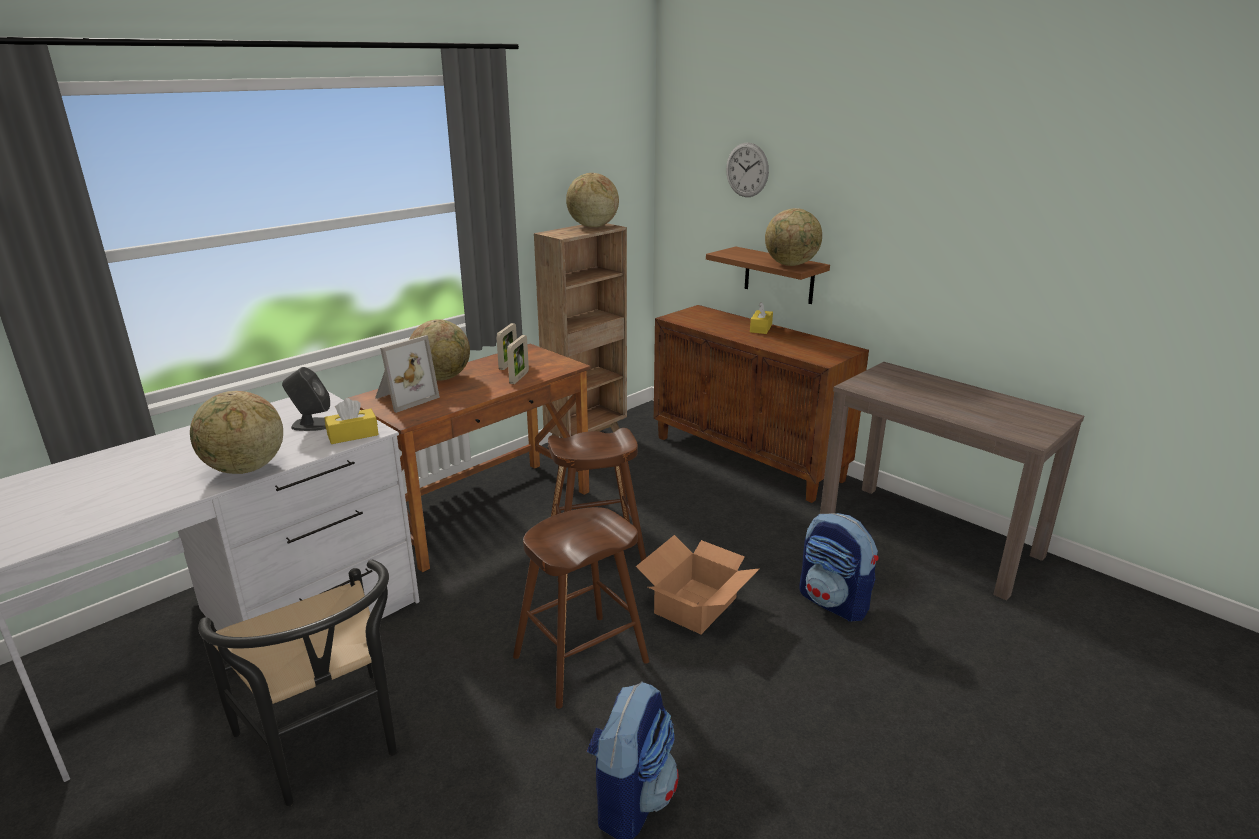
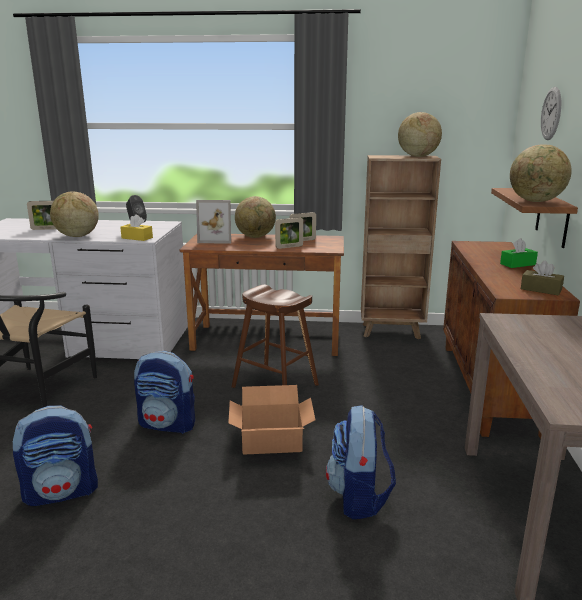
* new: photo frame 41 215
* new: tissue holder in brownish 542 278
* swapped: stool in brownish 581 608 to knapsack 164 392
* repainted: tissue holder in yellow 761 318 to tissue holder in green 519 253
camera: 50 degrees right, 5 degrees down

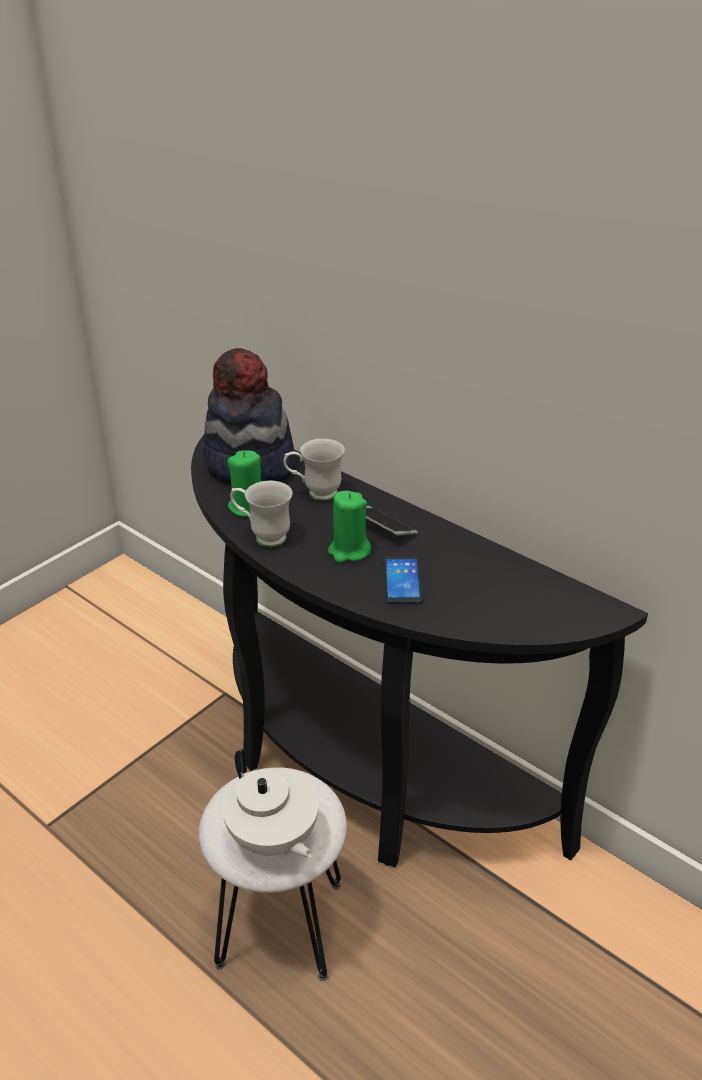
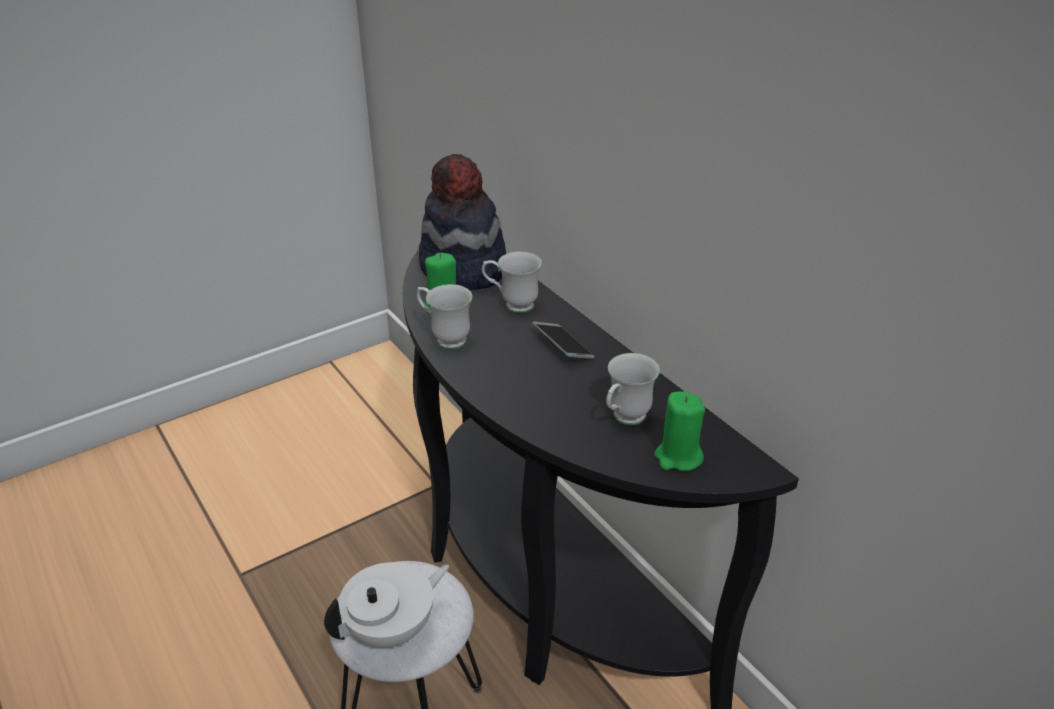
* gone: handset 403 580
* new: coffee mug in white-coloured 633 389
* shifted: wax candle in green 349 527 to 679 431
* rotated: tea pot in white-coloured 271 803 = 386 604 105 degrees counterclockwise
camera: 15 degrees right, 0 degrees up

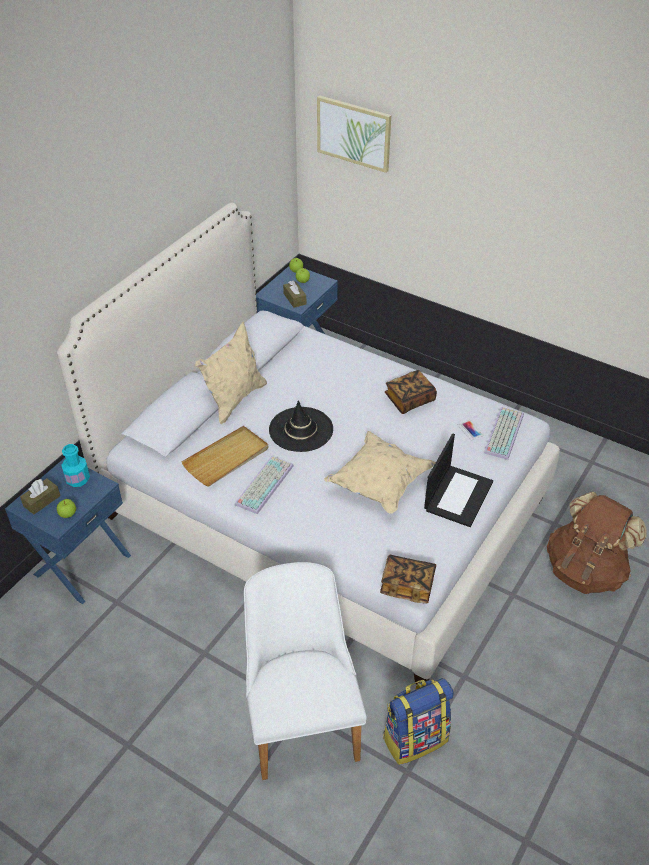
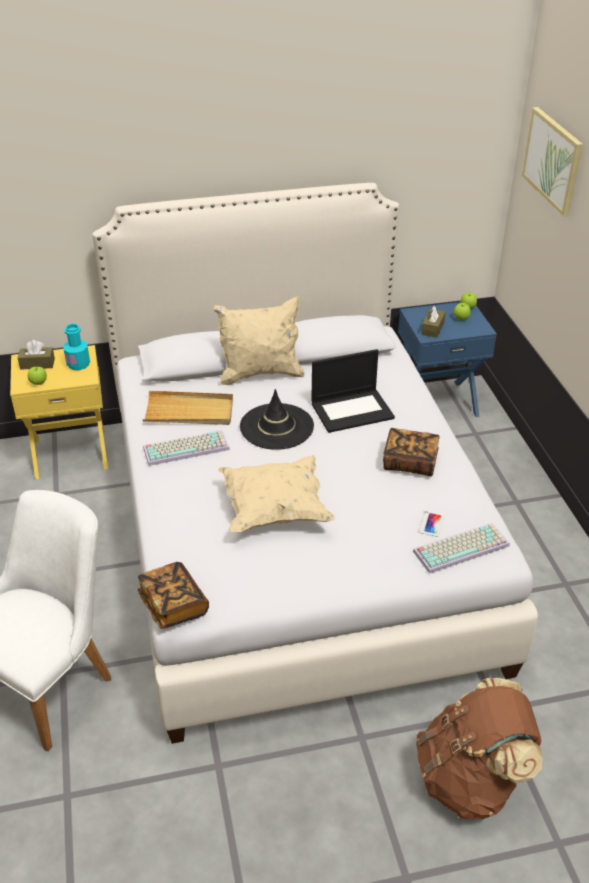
* gone: knapsack 418 721
* shifted: notebook computer 458 480 to 353 391
* repainted: night table in blue-coloured 68 531 to night table in yellow 59 412
camera: 45 degrees right, 5 degrees down

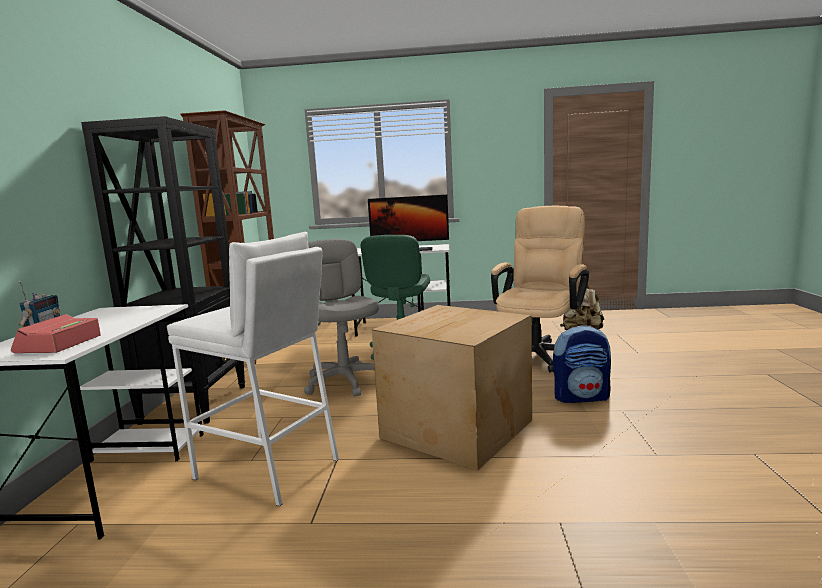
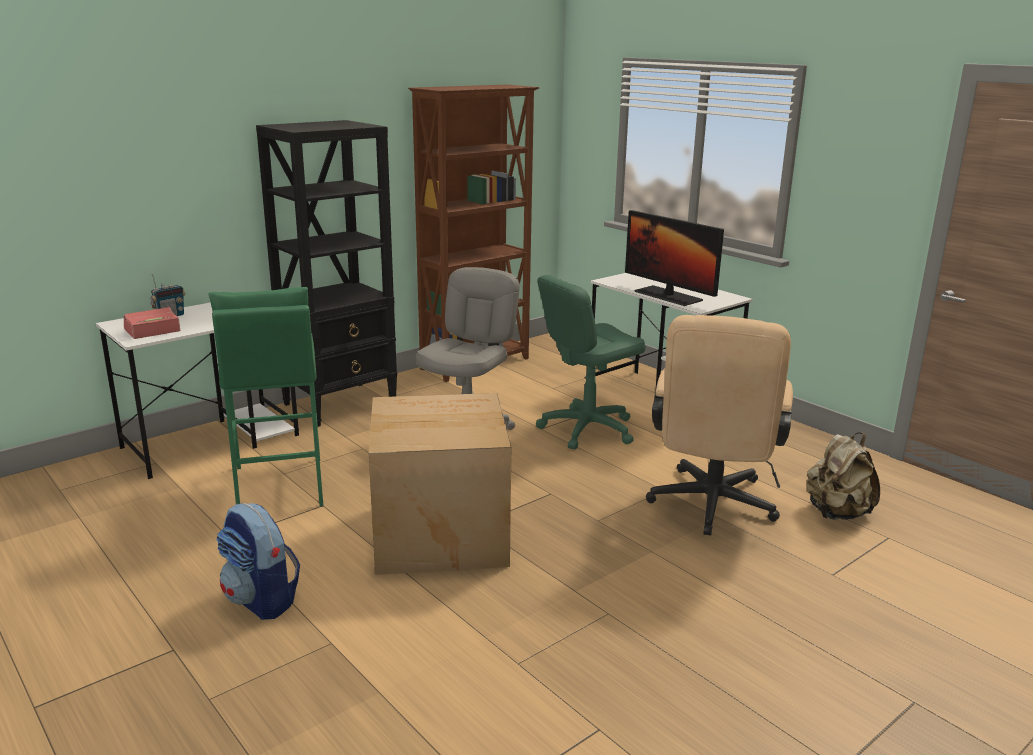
* shifted: knapsack 582 364 to 258 561
* repainted: stool in white-coloured 253 369 to stool in green 266 397
* rotated: computer chair in beige 540 289 = 719 425 120 degrees clockwise
camera: 45 degrees right, 10 degrees up

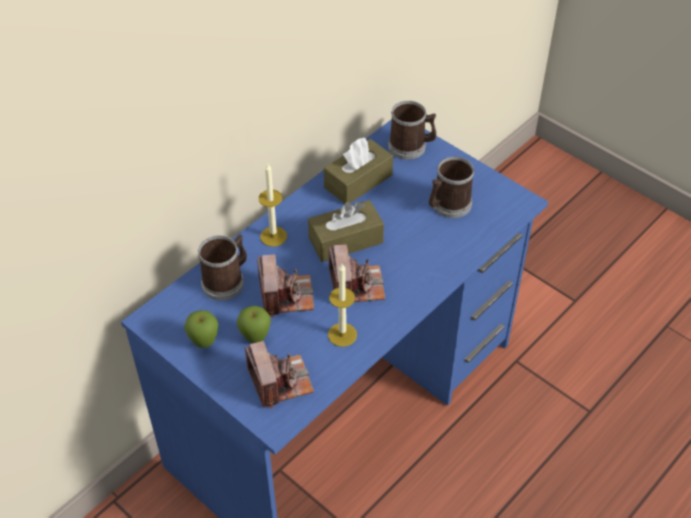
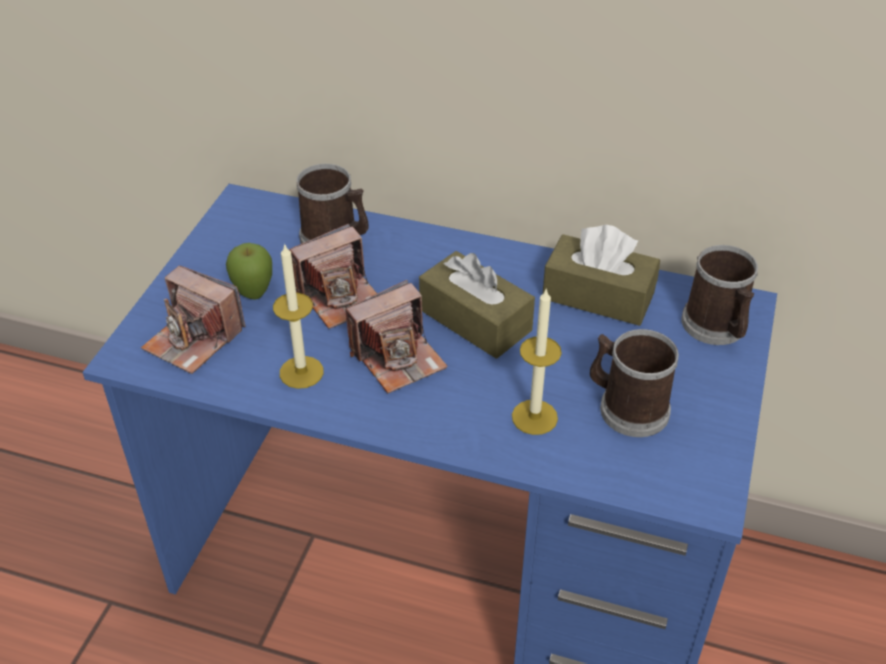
* gone: apple 201 329
* shifted: wax candle 273 205 to 537 361
* rotated: photo camera 279 374 = 193 320 75 degrees clockwise
camera: 65 degrees right, 5 degrees down

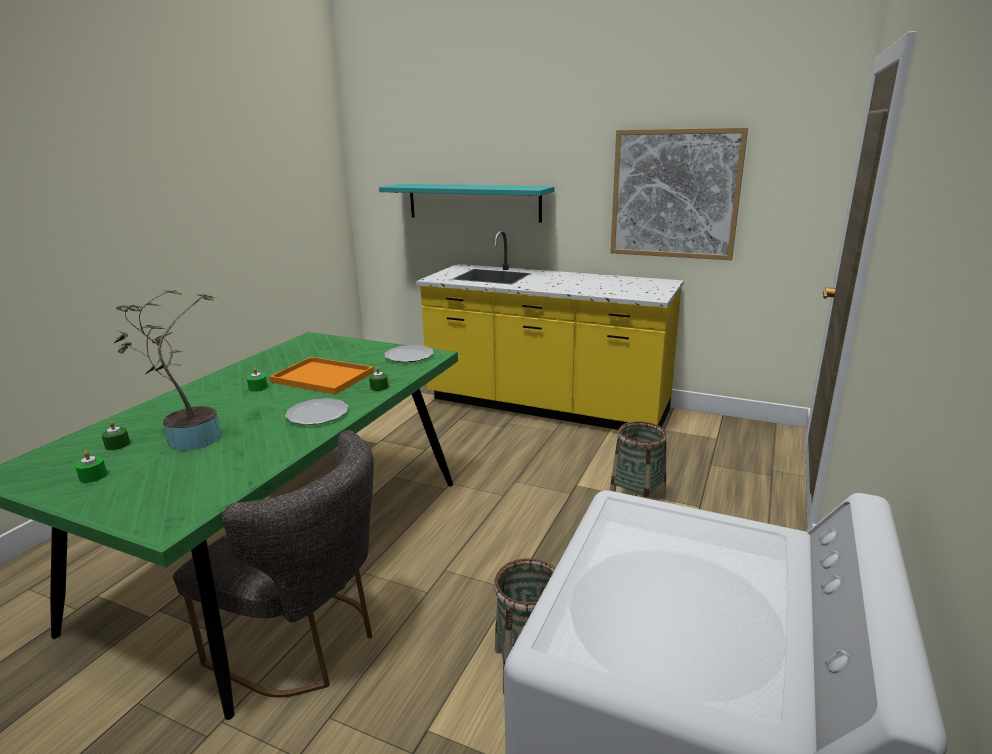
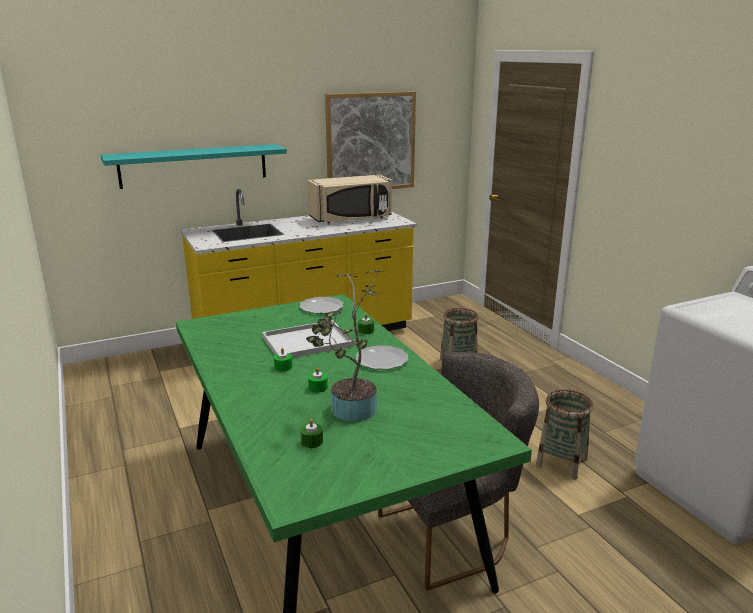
* new: microwave in beige 350 199
* shifted: wax candle in green 91 467 to 318 380
* repainted: serving tray in orangey 321 376 to serving tray in white-coloured 307 339
camera: 50 degrees left, 0 degrees up

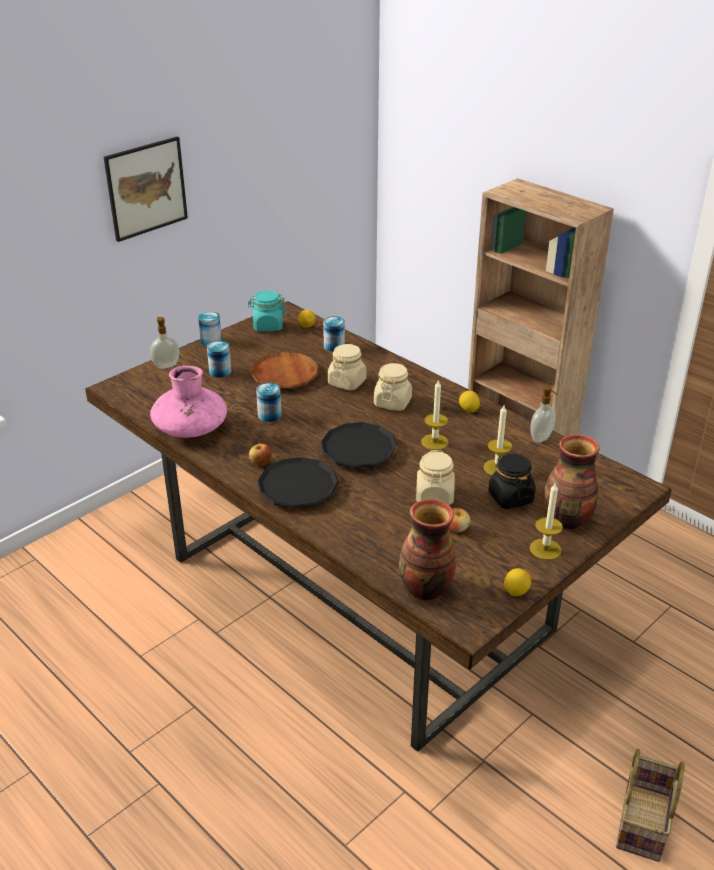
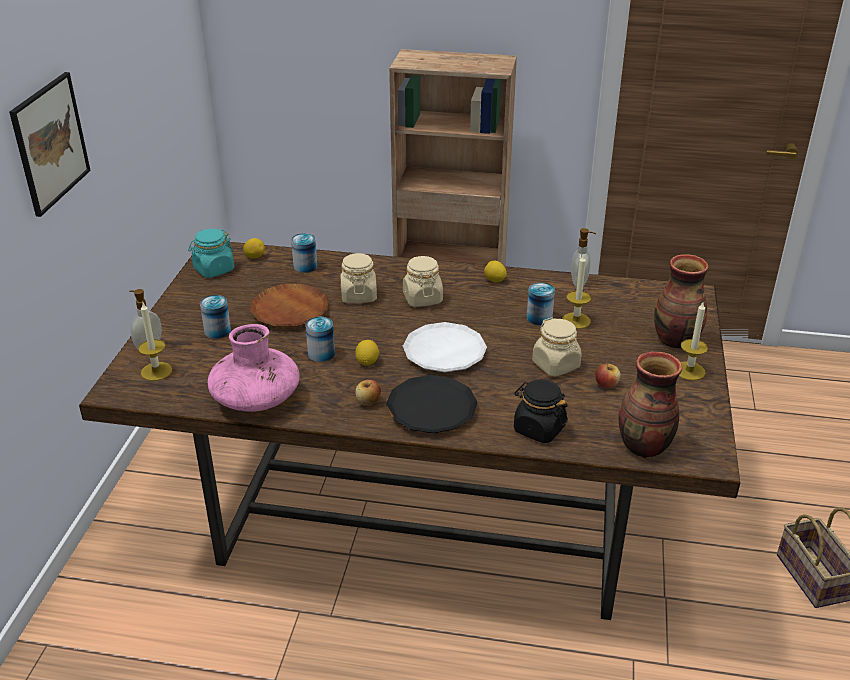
* shifted: metal can 210 329 to 541 304
* shifted: wax candle 435 414 to 155 342
* shifted: preserve jar in blackish 512 481 to 541 411
* shifted: lemon 517 582 to 367 353
* repainted: flat dish in blackish 359 445 to flat dish in white-coloured 445 347
camera: 35 degrees left, 0 degrees up

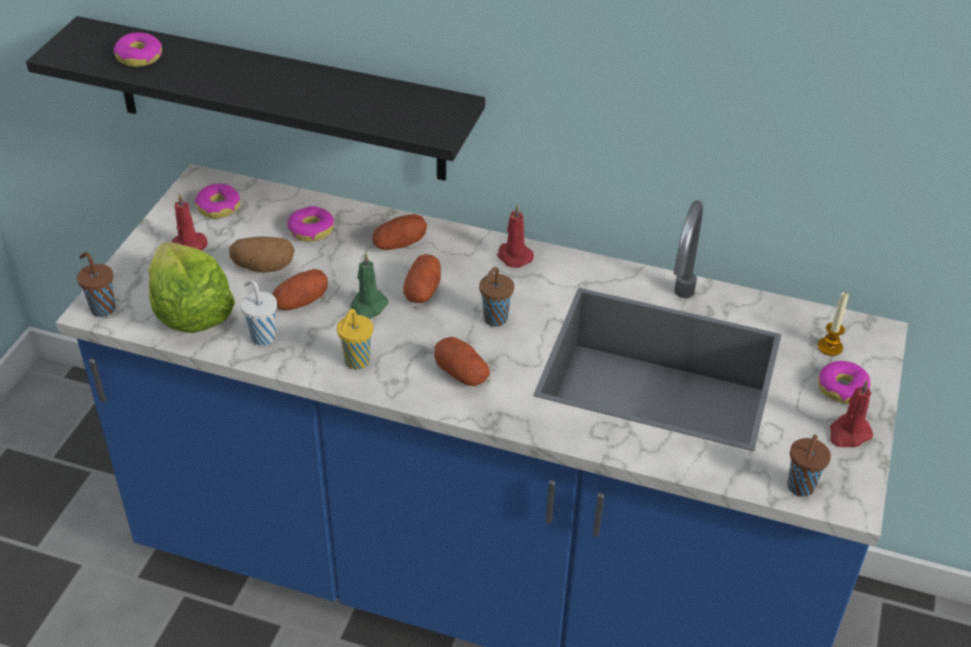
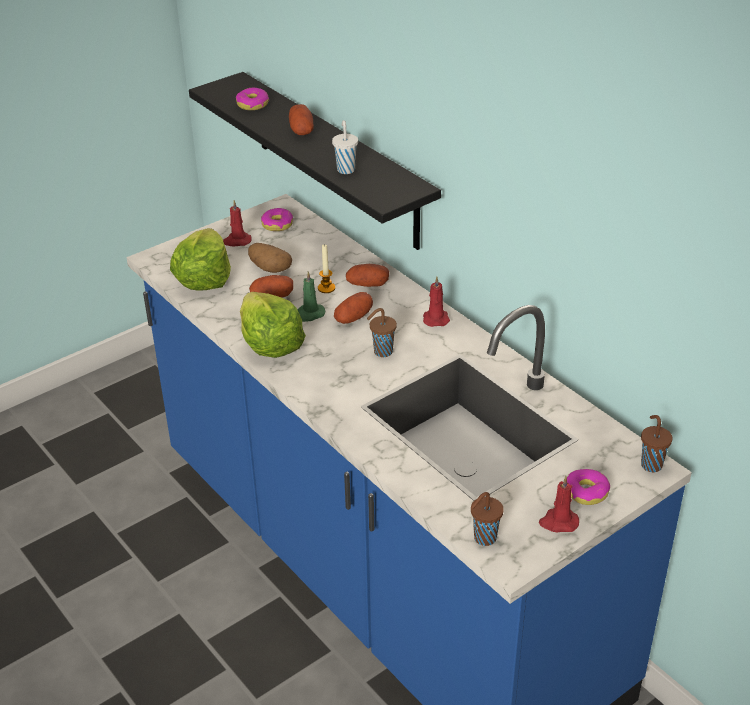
* gone: doughnut 310 224
* shifted: drinking cup in brownish 96 284 to 657 443
* shifted: drinking cup in white-coloured 259 313 to 345 147
* shifted: spud 462 361 to 301 119
* shifted: wax candle 833 324 to 326 268
* swapped: drinking cup in yellow 355 339 to lettuce head 273 325
camera: 35 degrees right, 5 degrees down

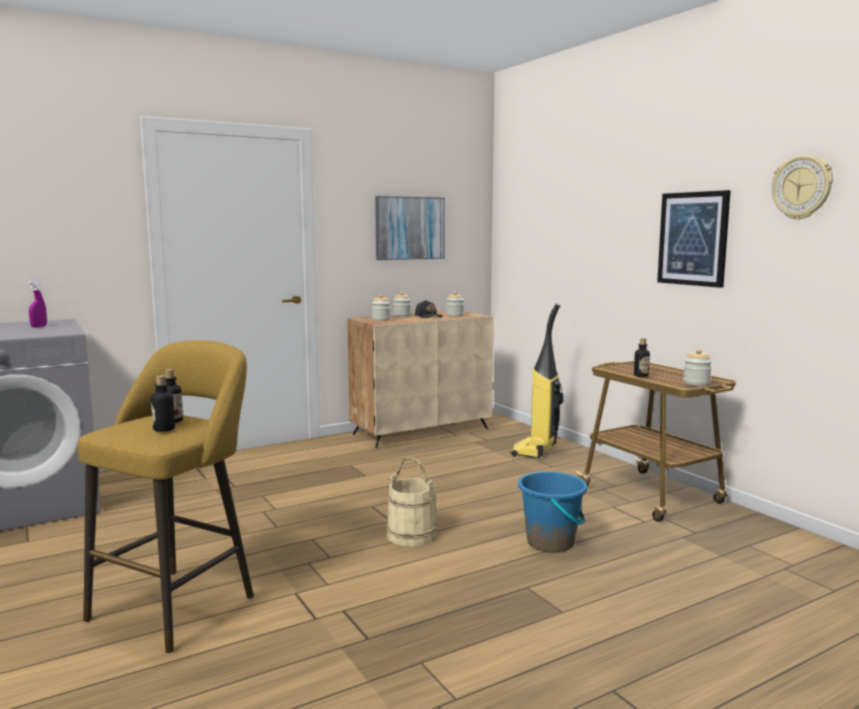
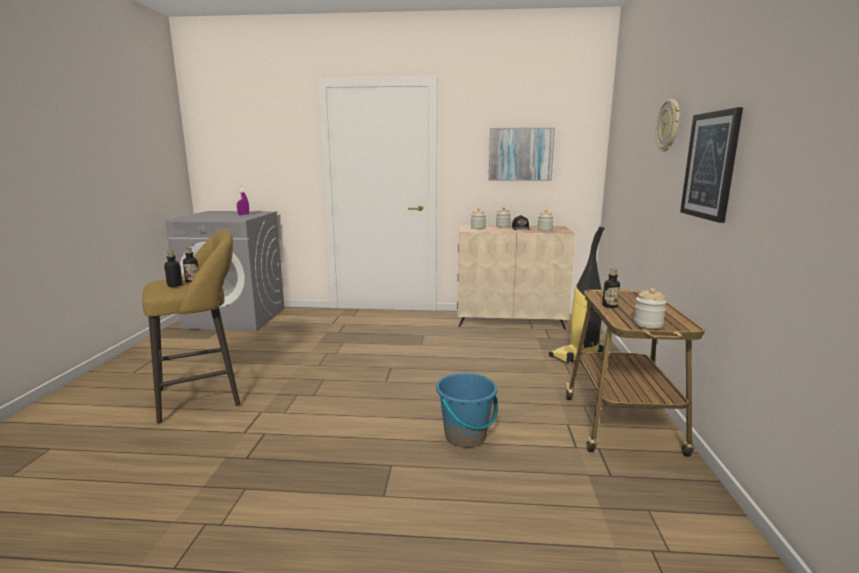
* gone: water bucket in beige 411 502
* shifted: clock on the wall 802 187 to 668 125
camera: 35 degrees right, 5 degrees up

